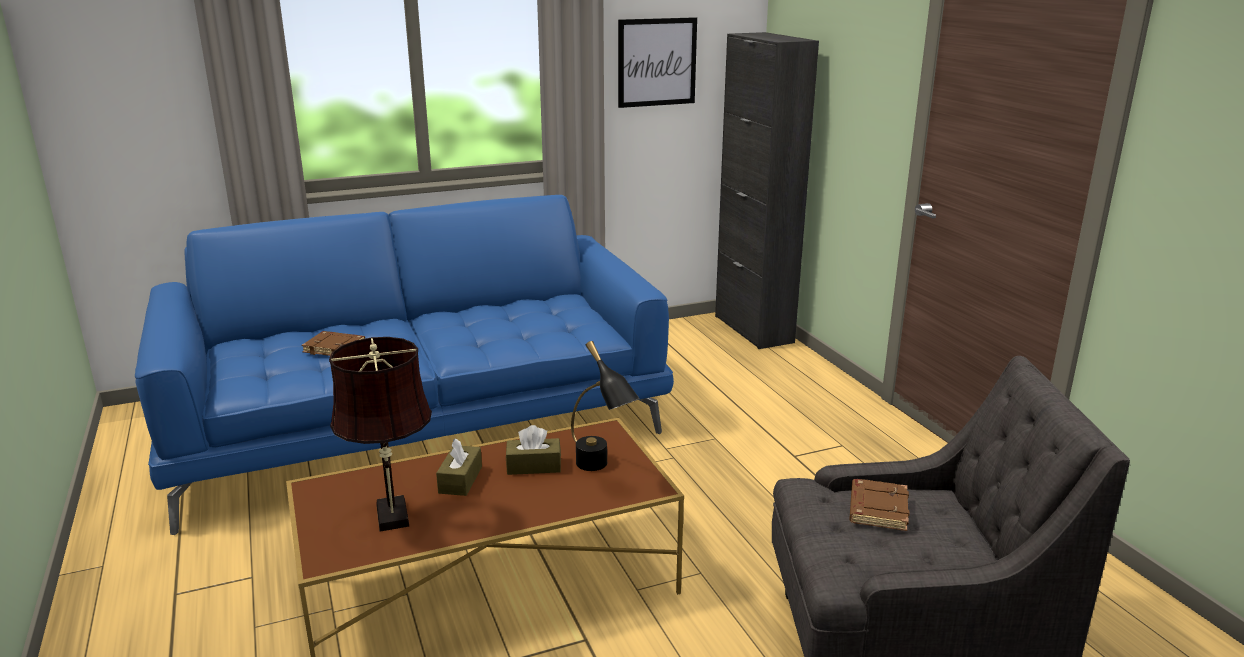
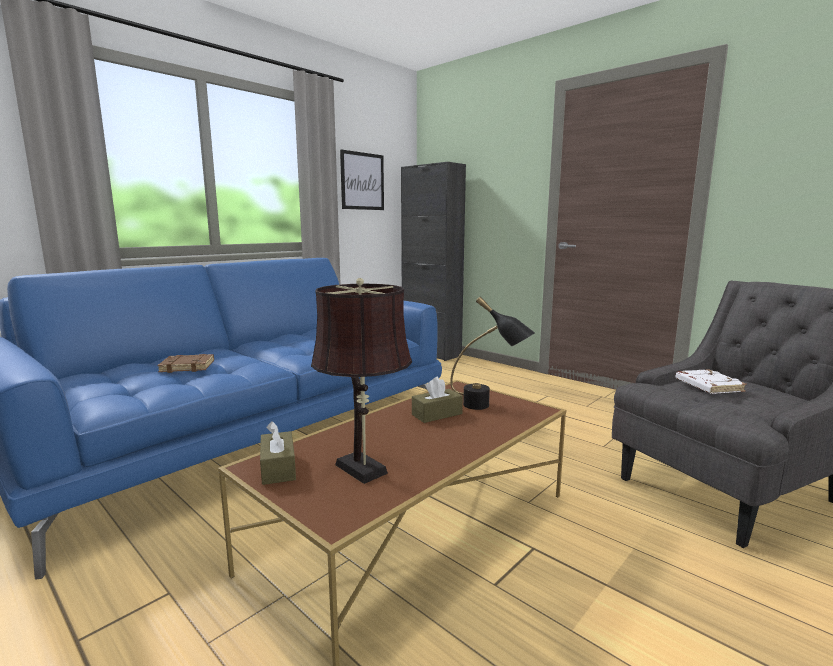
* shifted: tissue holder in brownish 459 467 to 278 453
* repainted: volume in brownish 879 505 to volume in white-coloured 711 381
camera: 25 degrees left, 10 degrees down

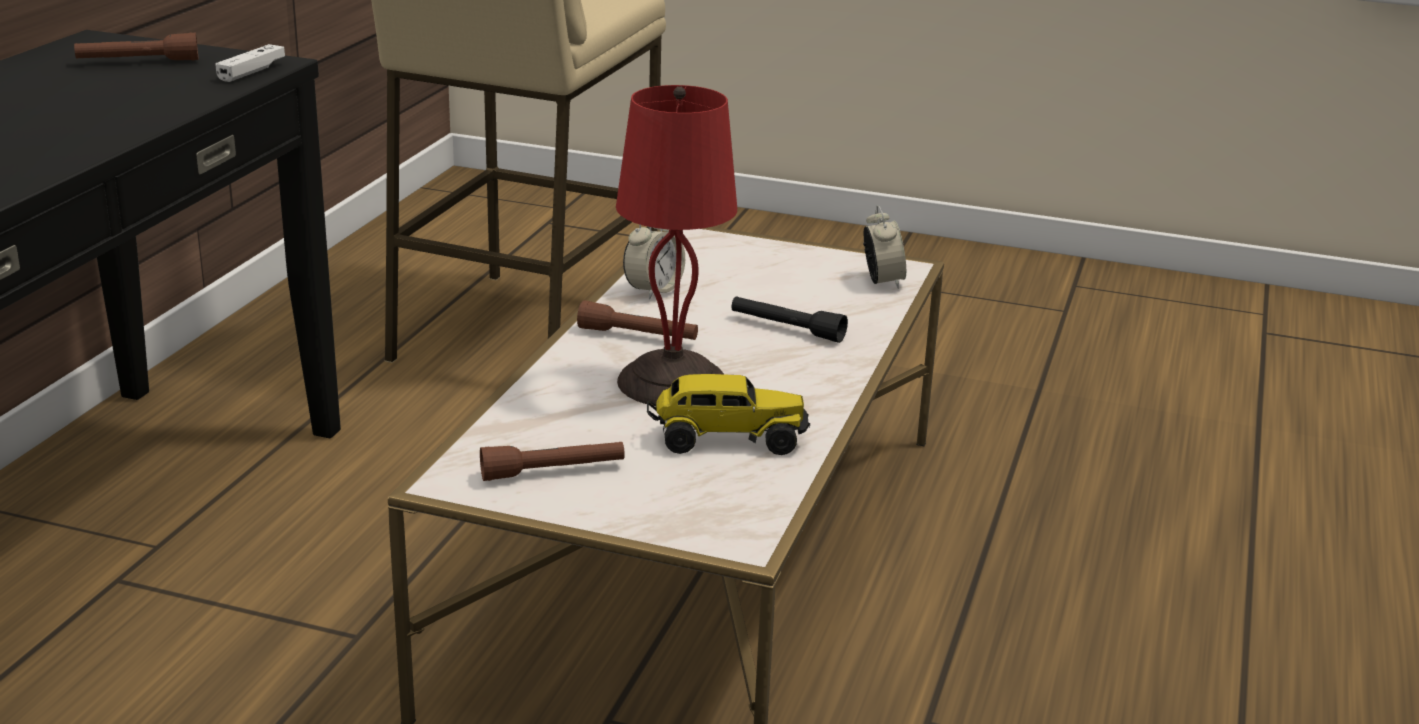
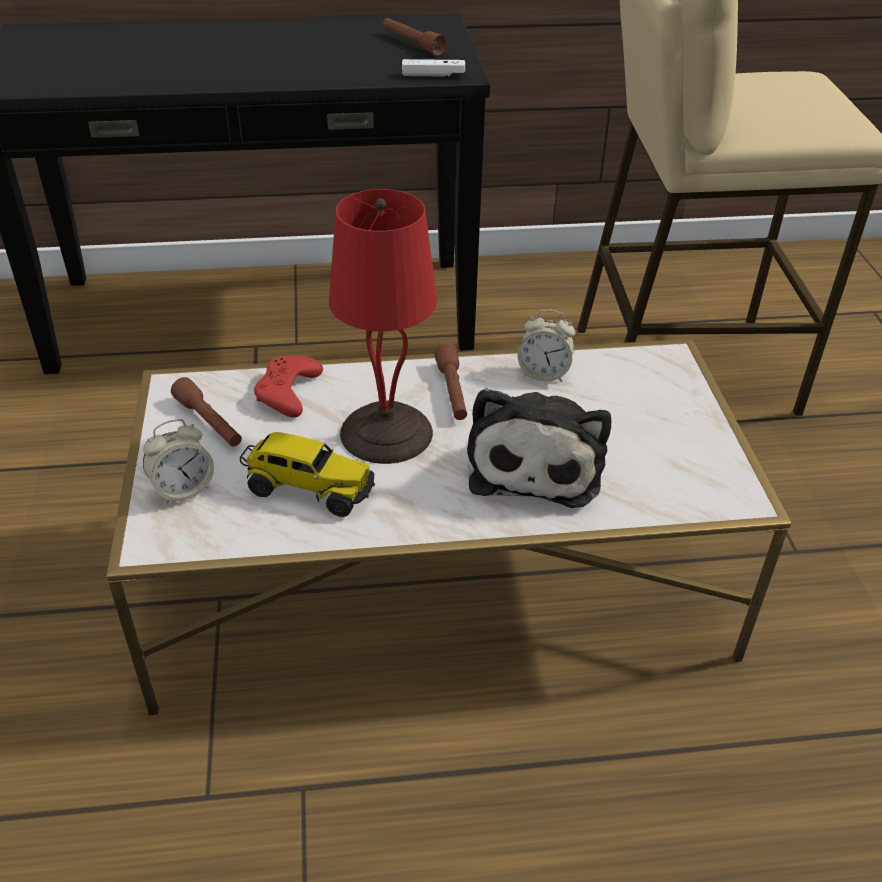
* new: game controller in red-coloured 288 387
* shifted: table clock 884 247 to 178 461
* swapped: torch in blackish 789 319 to plush toy 539 448
* rotated: toy truck 728 414 = 307 474 45 degrees counterclockwise
camera: 65 degrees right, 15 degrees up

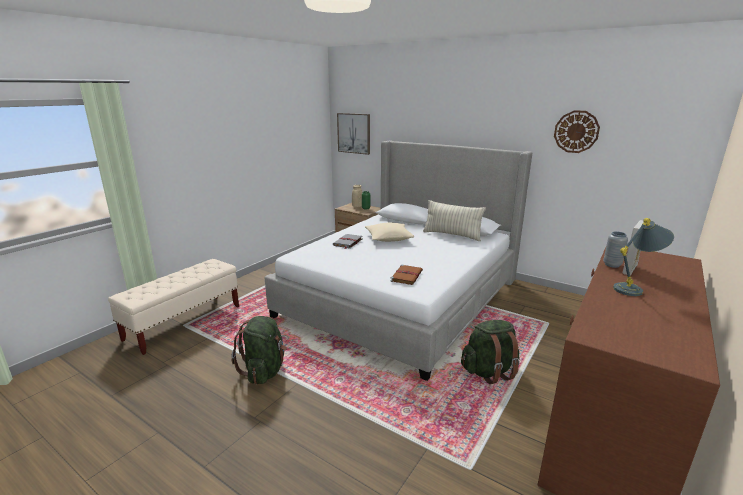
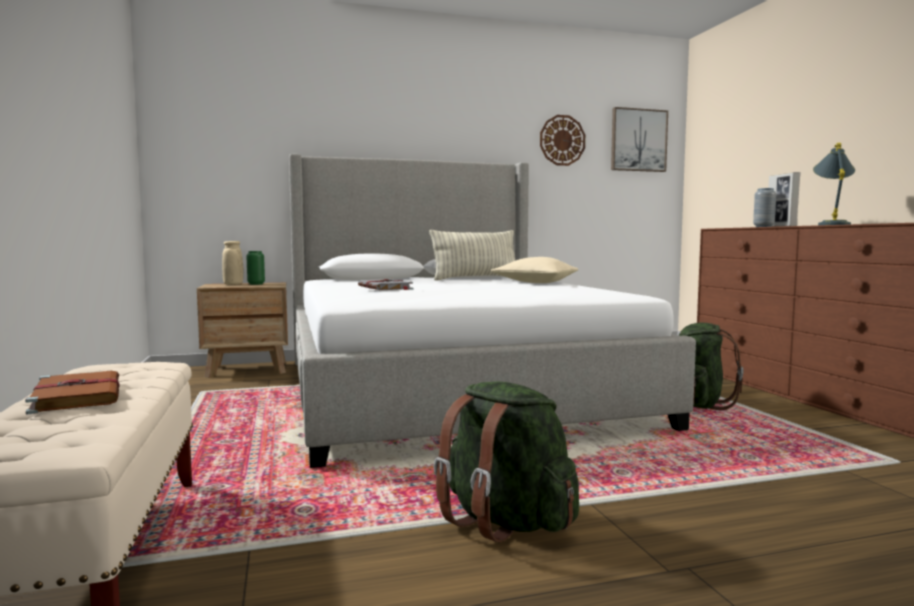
* shifted: wall art 353 134 to 639 139
* shifted: pillow in beige 389 232 to 534 270
* shifted: volume in brownish 406 274 to 72 392
camera: 50 degrees left, 15 degrees down

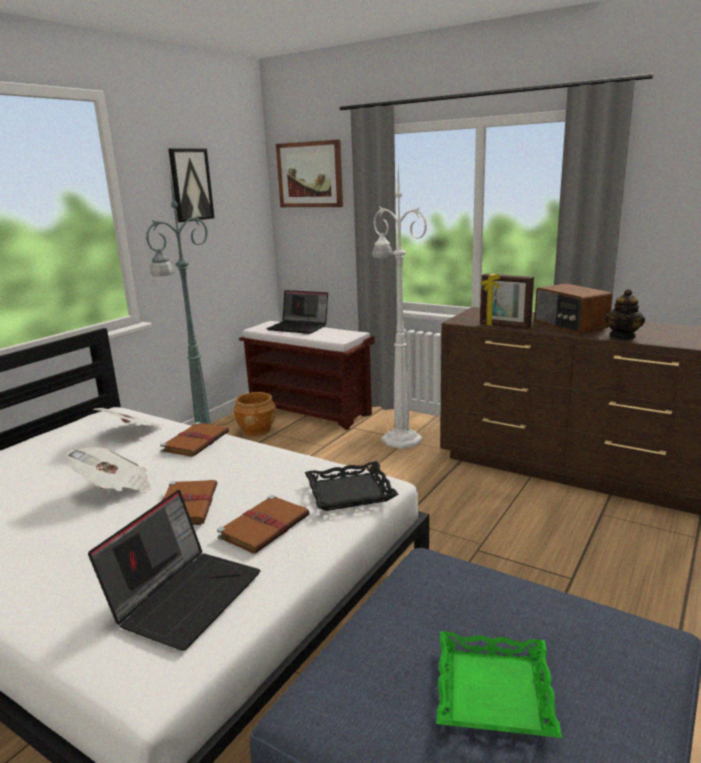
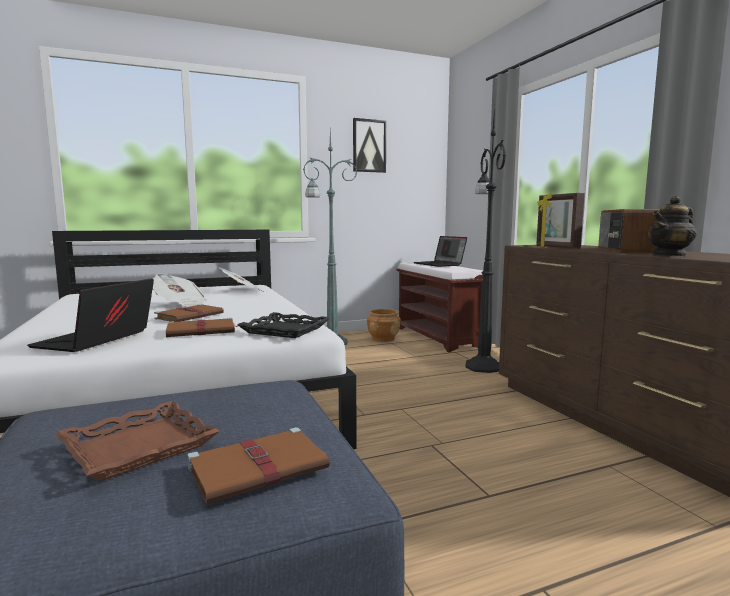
* gone: wall art 309 173
* shifted: volume in brownish 194 439 to 258 465
* repainted: floor lamp in white-coloured 399 307 to floor lamp in blackish 485 239
* repainted: serving tray in green 499 684 to serving tray in brownish 137 441
* rotated: notebook computer 174 570 = 90 315 135 degrees clockwise
camera: 35 degrees right, 10 degrees down

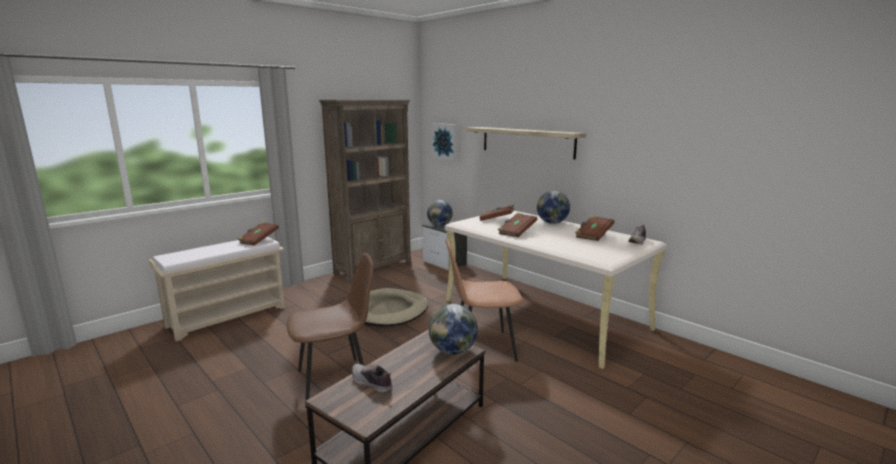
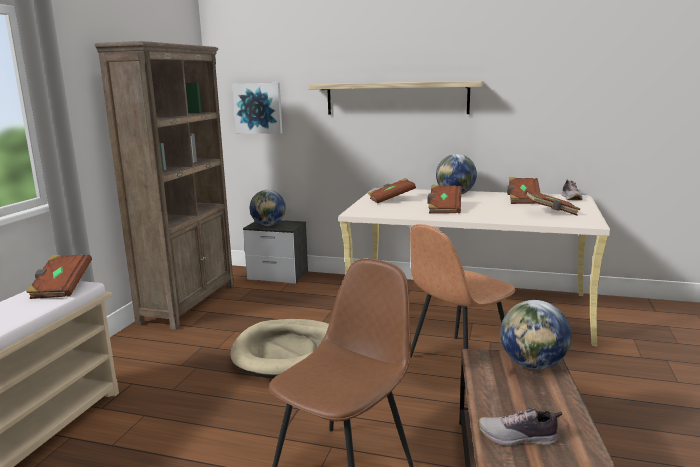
* new: volume in brownish 552 202
camera: 30 degrees left, 0 degrees up

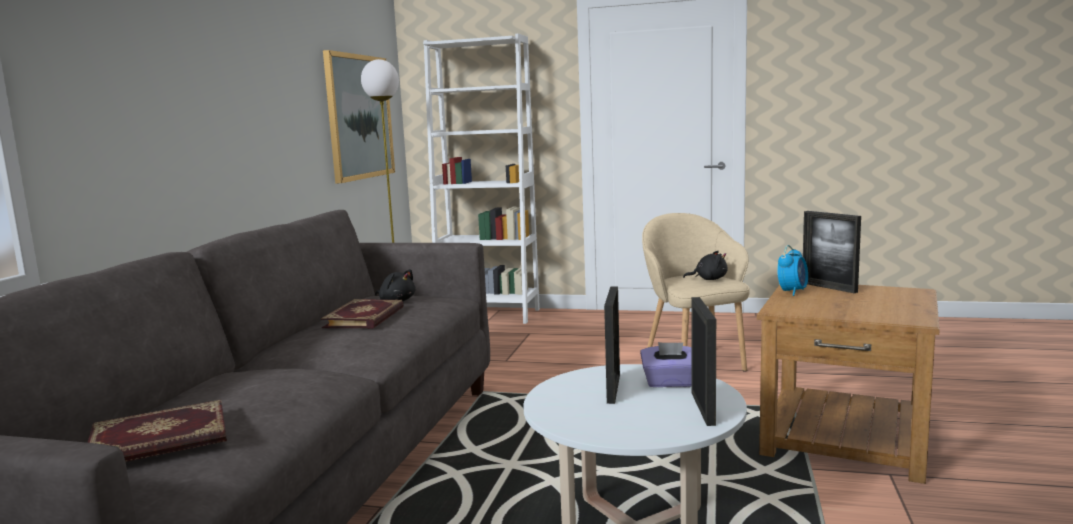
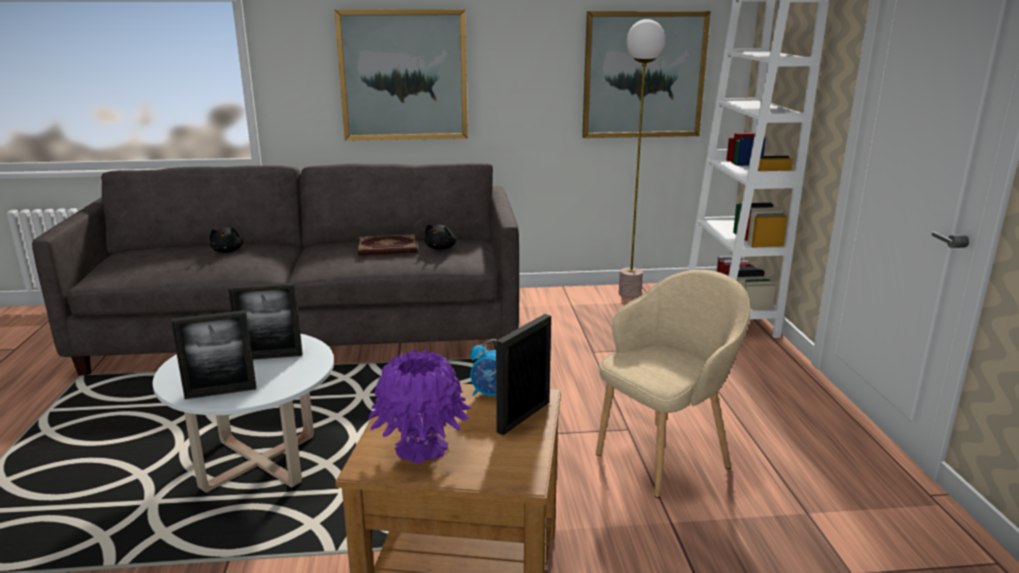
* gone: volume 157 431
* gone: tissue holder in purple-coloured 666 364
* new: wall art 401 75
* new: decorative vase in purple-coloured 420 406
* shifted: plush toy in blackish 705 265 to 226 240
camera: 70 degrees right, 10 degrees up

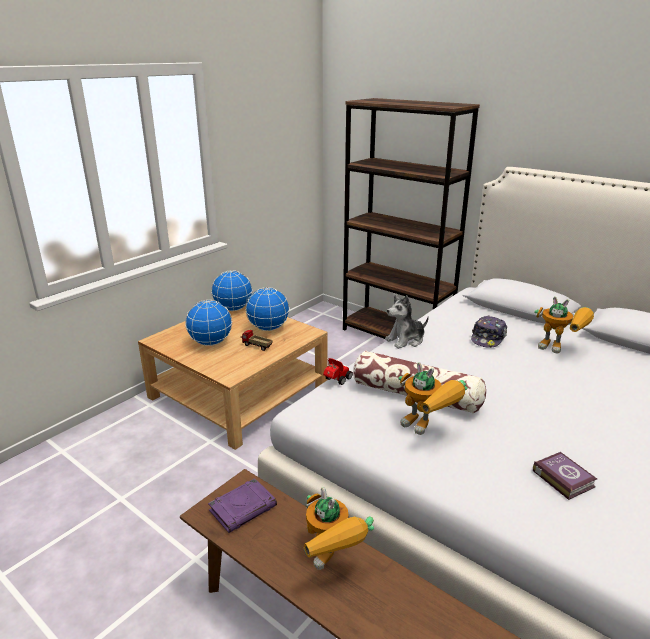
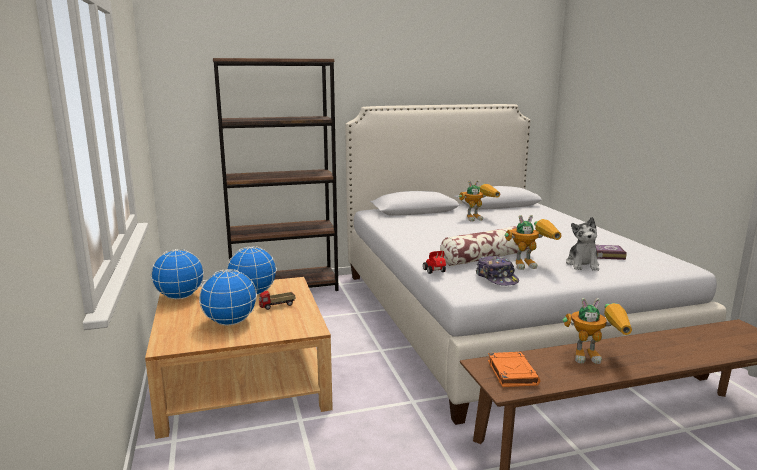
* shifted: plush toy 407 322 to 582 244
* shifted: cap 489 332 to 497 270
* repainted: volume in purple-coloured 242 505 to volume in orangey 514 369
camera: 55 degrees left, 10 degrees down

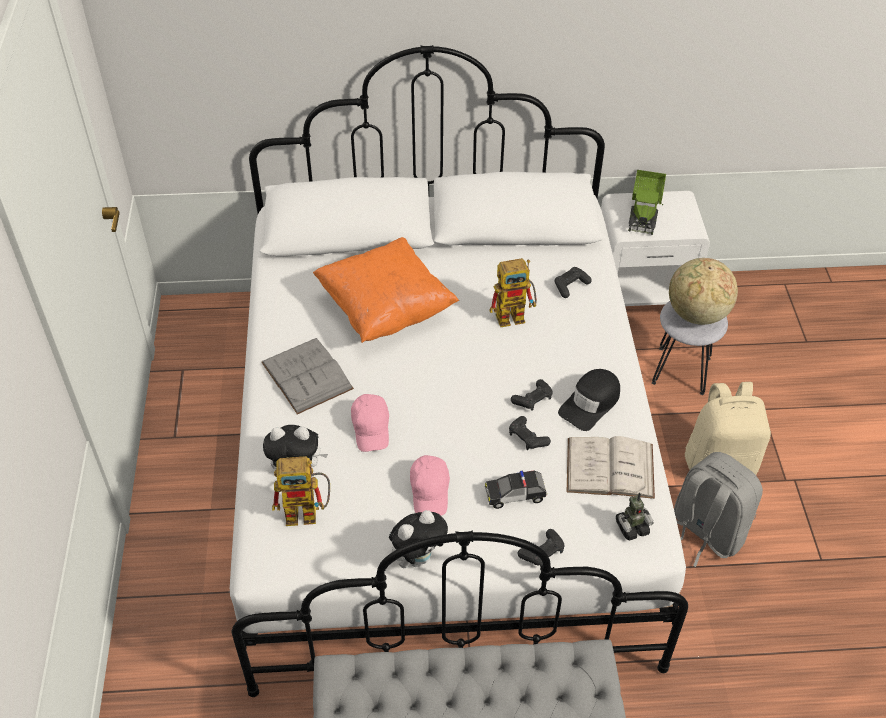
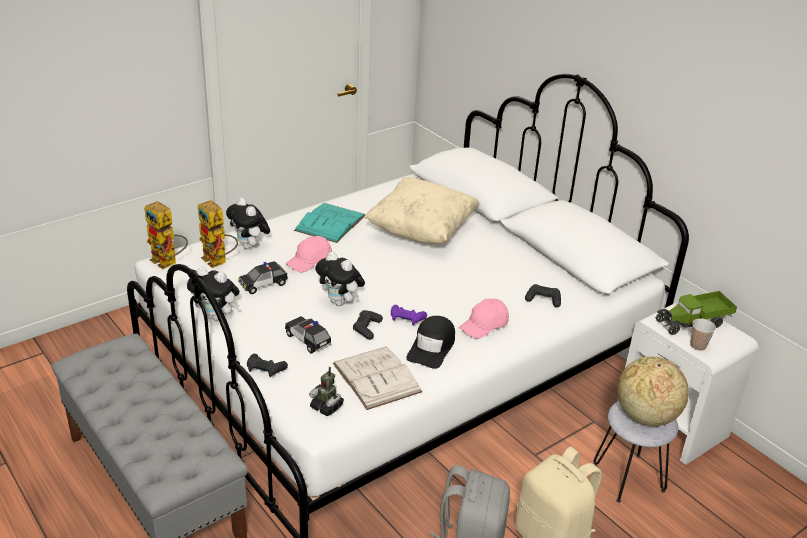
* new: toy car 263 277
* new: plush toy 340 279
* new: drinking cup 703 335
* shifted: cap in pink 430 485 to 484 319
* shifted: toy robot 513 292 to 166 235
* repainted: volume in greyish 308 376 to volume in turquoise 329 223
* repainted: pillow in orangey 386 290 to pillow in beige 421 210
* repainted: game controller in blackish 532 395 to game controller in purple-coloured 409 315
* rotated: cap in blackish 589 400 = 430 342 75 degrees counterclockwise
camera: 55 degrees right, 15 degrees down

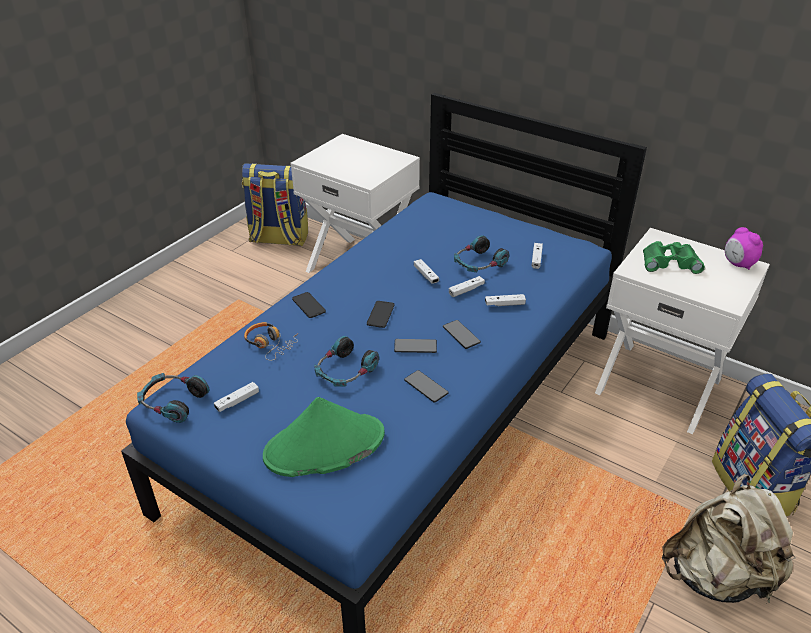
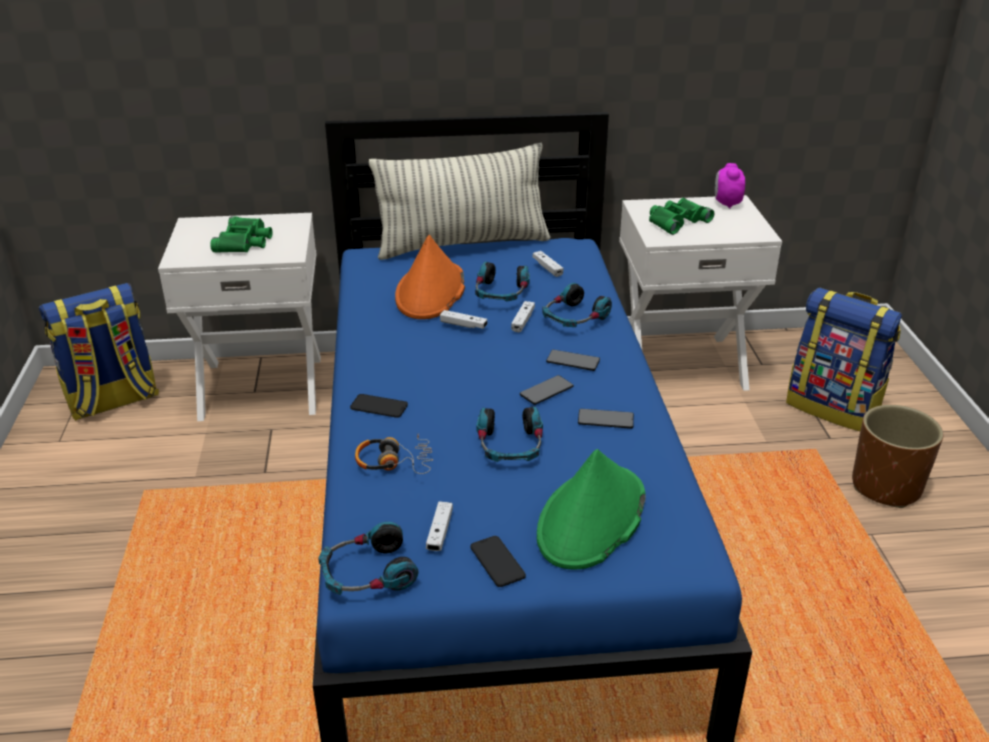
* new: field glasses in green 241 234
* new: pillow 459 201
* new: wearable hat in orangey 430 277
* shifted: handset 381 314 to 498 561
* swapped: game controller in white-coloured 505 300 to headset 577 305
* swapped: knapsack in beige 729 538 to planter in brownish 897 456
* rotated: table clock 744 248 = 730 186 75 degrees clockwise
camera: 40 degrees left, 5 degrees down

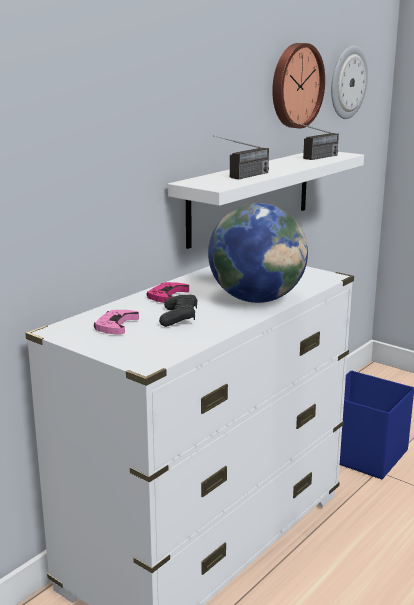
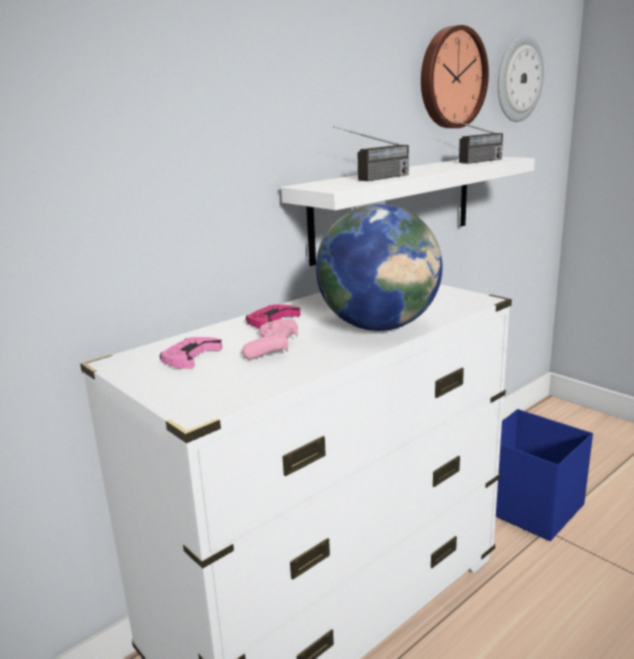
* repainted: game controller in blackish 178 311 to game controller in pink 270 339
camera: 10 degrees right, 0 degrees up

